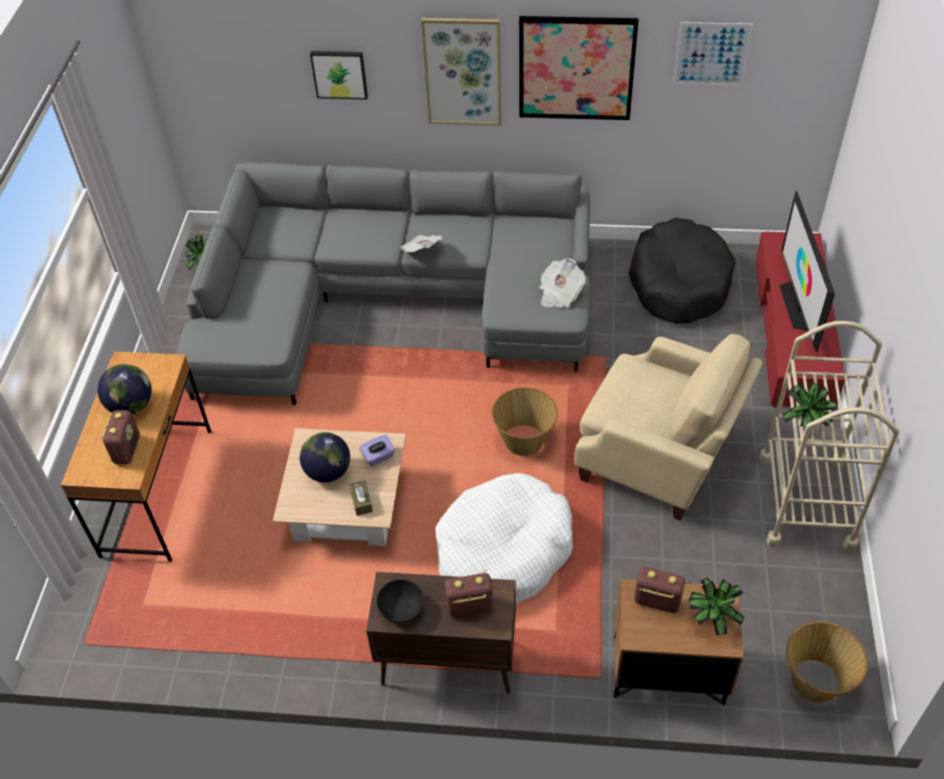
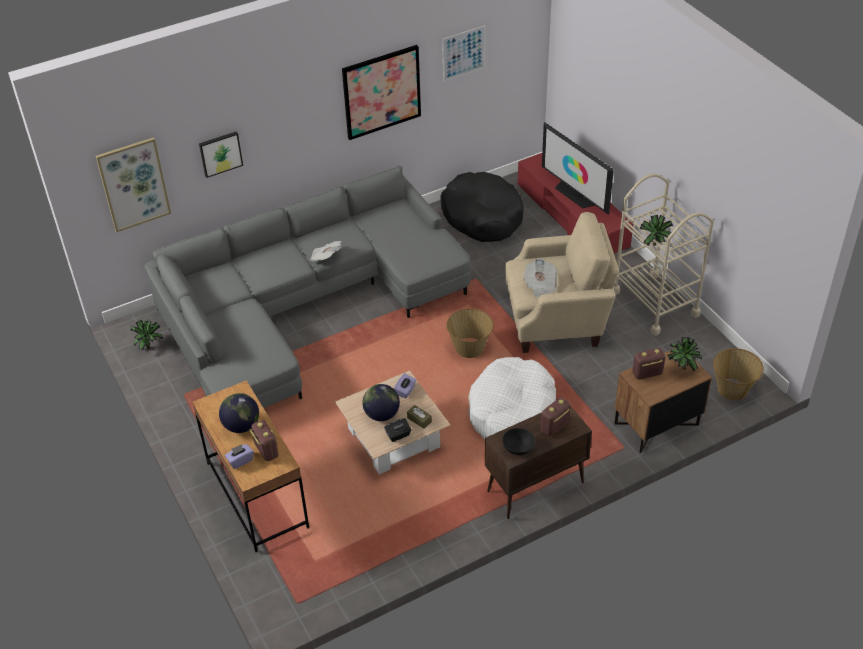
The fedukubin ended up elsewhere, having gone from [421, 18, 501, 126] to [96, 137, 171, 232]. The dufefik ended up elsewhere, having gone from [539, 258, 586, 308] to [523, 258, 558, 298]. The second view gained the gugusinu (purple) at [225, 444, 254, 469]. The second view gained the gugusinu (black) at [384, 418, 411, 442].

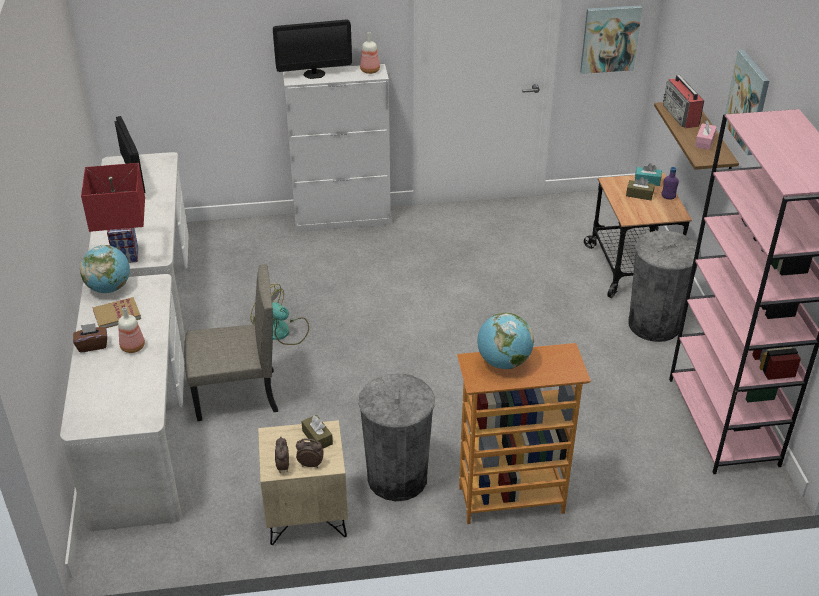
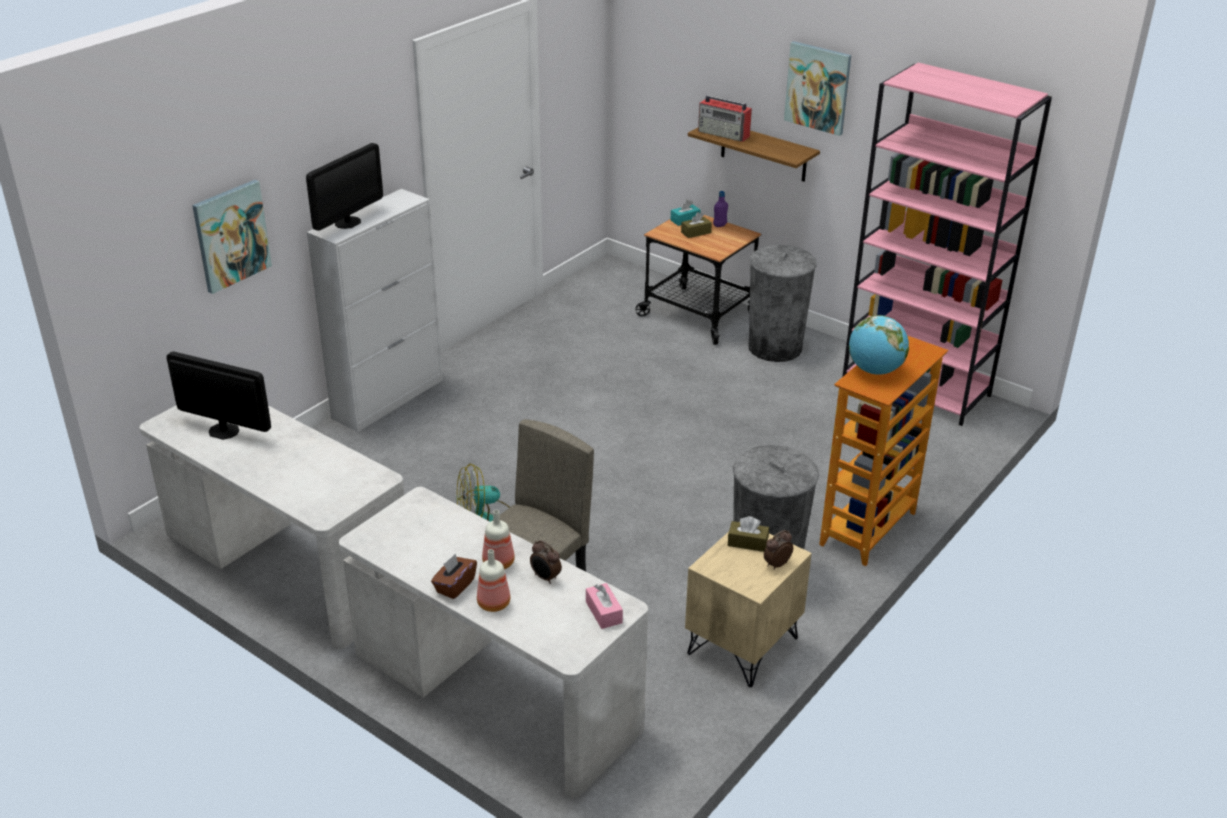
The second view lost the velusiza at [80, 245, 130, 293]. The second view lost the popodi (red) at [81, 163, 145, 263]. The second view lost the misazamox at [93, 297, 141, 328]. The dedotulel ended up elsewhere, having gone from [275, 437, 289, 473] to [530, 540, 562, 584]. The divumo ended up elsewhere, having gone from [360, 32, 380, 74] to [477, 549, 510, 612]. The fedukubin ended up elsewhere, having gone from [580, 5, 642, 74] to [192, 180, 272, 294]. The gugusinu (pink) ended up elsewhere, having gone from [695, 120, 717, 150] to [586, 583, 623, 629].

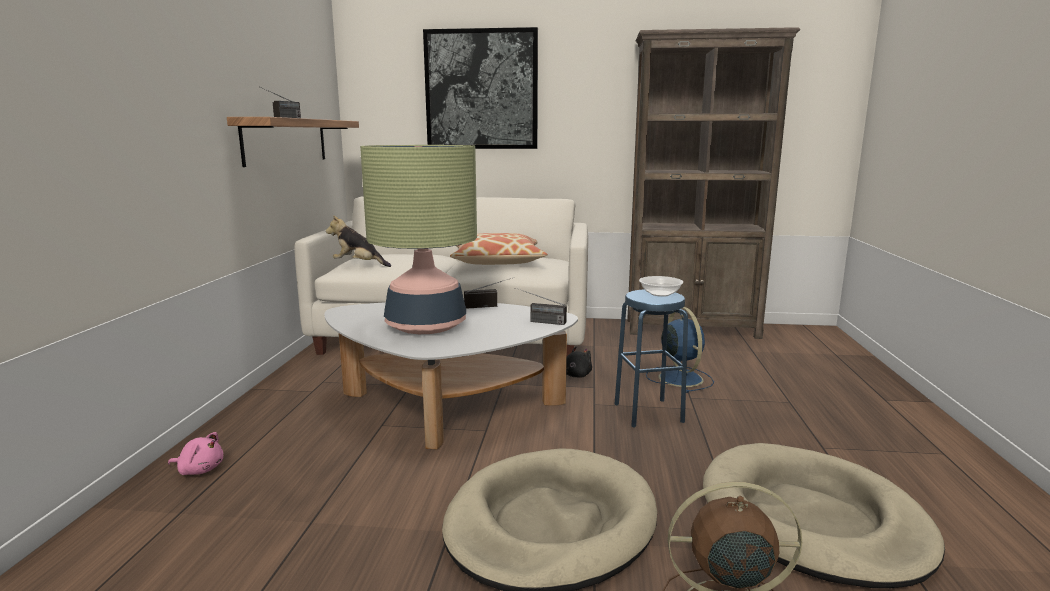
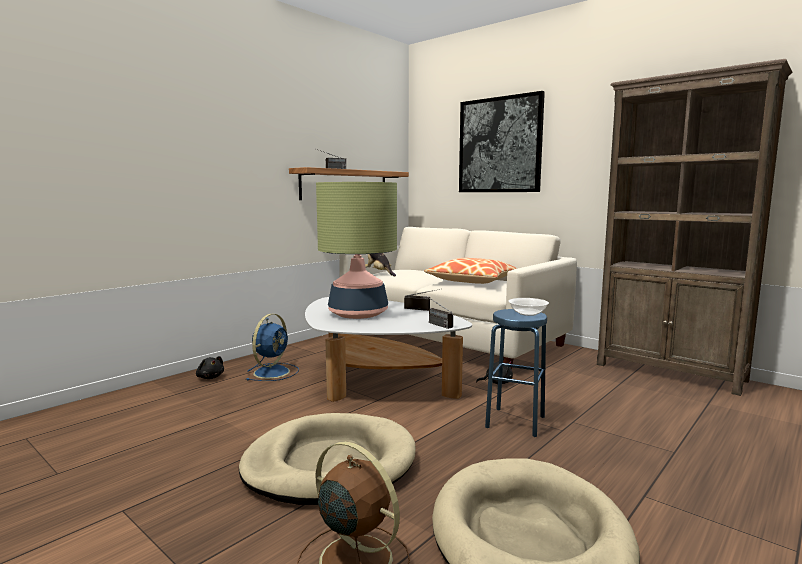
What was the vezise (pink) at [168, 432, 223, 475] turned into the vezise (black) at [196, 356, 224, 379]. The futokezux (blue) ended up elsewhere, having gone from [646, 307, 714, 393] to [246, 314, 299, 381].

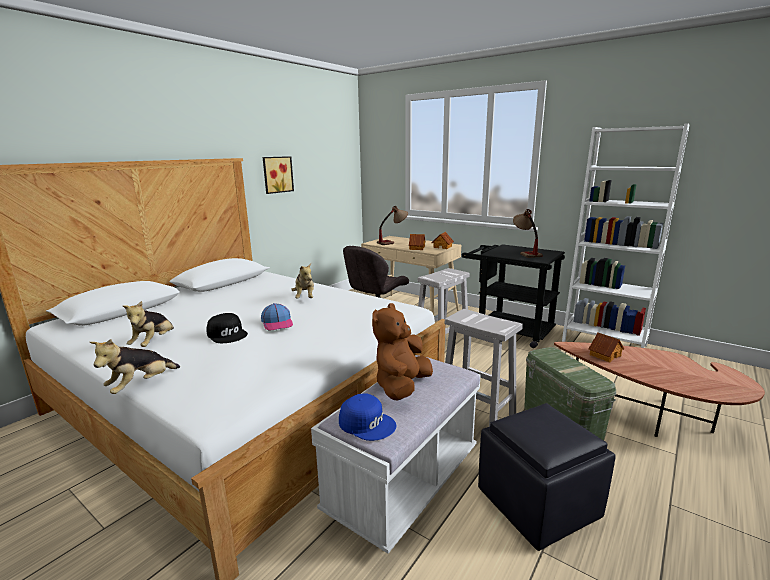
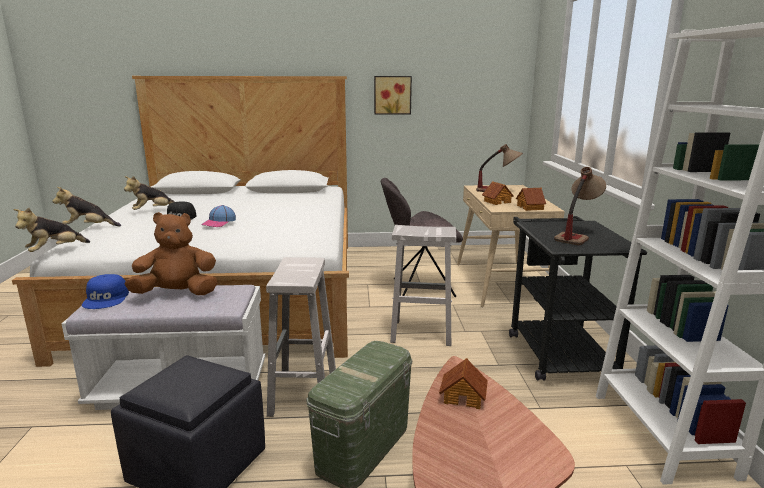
The vezise ended up elsewhere, having gone from [291, 263, 314, 298] to [13, 208, 90, 252].

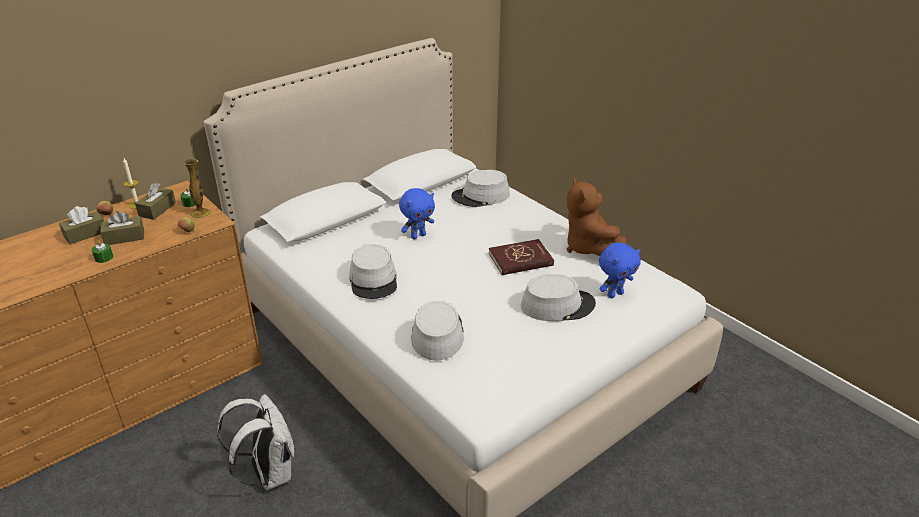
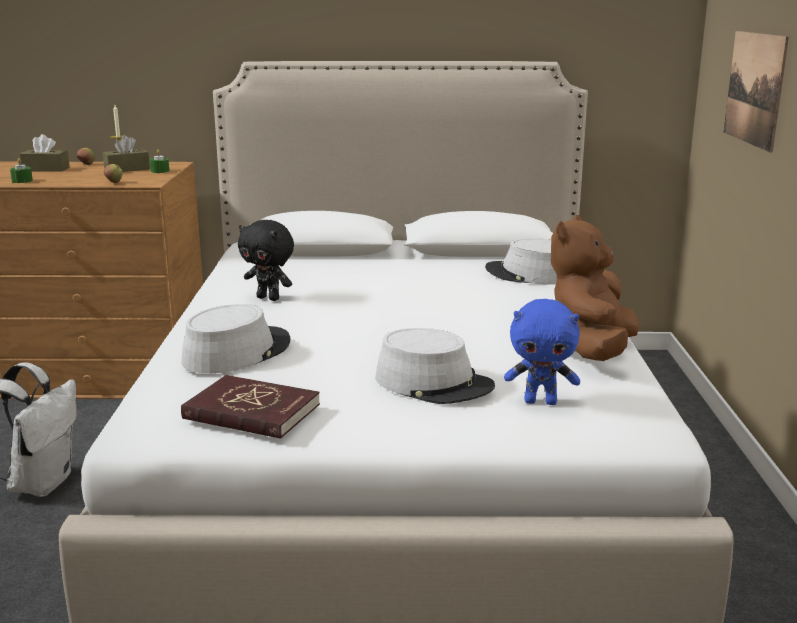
The second view lost the gugusinu (brown) at [100, 211, 144, 245]. The second view lost the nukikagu at [184, 159, 211, 218]. Where the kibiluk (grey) stood at [349, 244, 397, 299], the vezise (black) came to stand at [238, 220, 294, 301]. The second view lost the vezise (blue) at [399, 188, 435, 239]. The misazamox (red) ended up elsewhere, having gone from [489, 239, 554, 275] to [181, 375, 320, 439]. The second view gained the fedukubin at [724, 31, 789, 153].

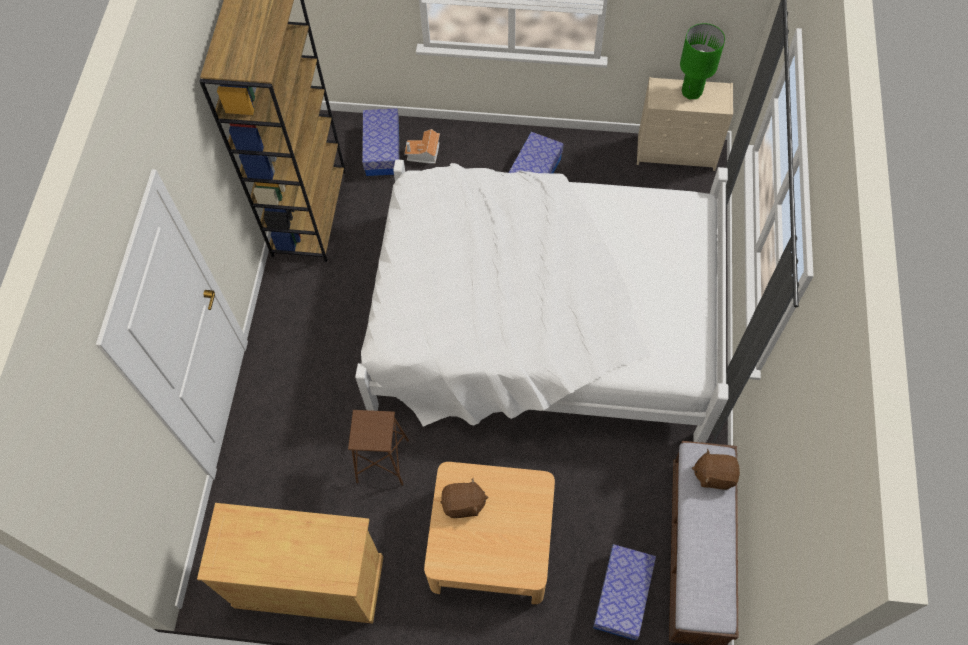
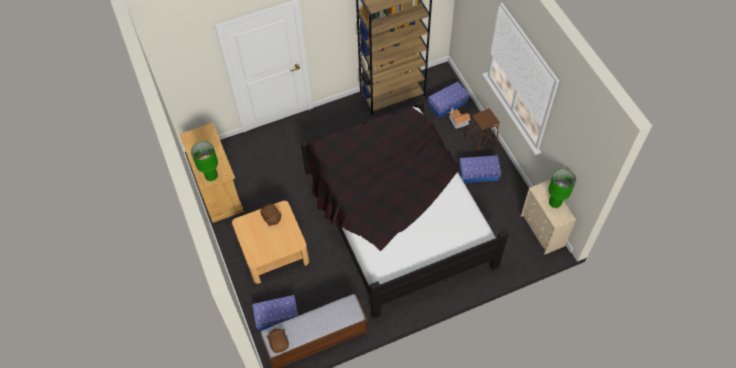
The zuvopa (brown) ended up elsewhere, having gone from [348, 410, 409, 485] to [465, 108, 500, 157]. What was the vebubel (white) at [355, 159, 728, 443] turned into the vebubel (black) at [301, 101, 509, 319]. The vezise (brown) ended up elsewhere, having gone from [692, 449, 740, 490] to [266, 328, 289, 353]. The second view gained the popodi (green) at [191, 141, 218, 182].

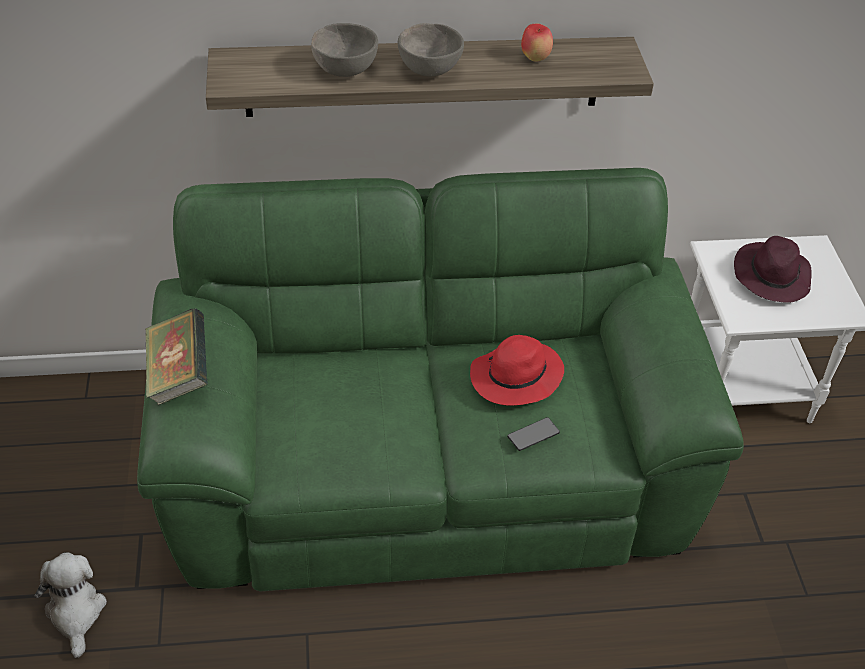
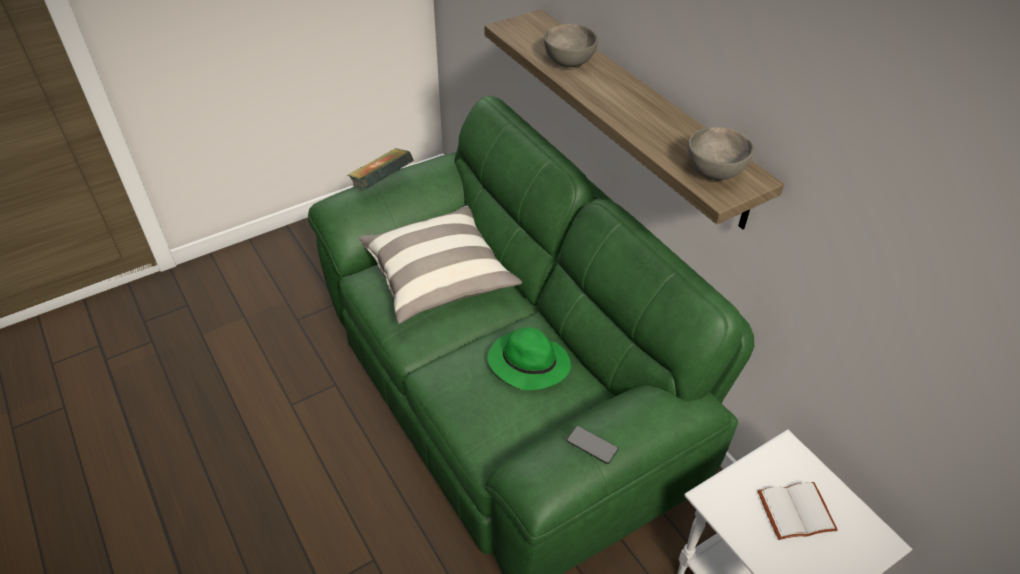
The second view lost the vezise at [35, 552, 107, 658]. The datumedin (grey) ended up elsewhere, having gone from [398, 23, 464, 76] to [688, 127, 754, 180]. What was the kibiluk (red) at [470, 335, 564, 406] turned into the kibiluk (green) at [488, 327, 571, 390]. The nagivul ended up elsewhere, having gone from [507, 417, 560, 451] to [567, 426, 618, 464]. The second view lost the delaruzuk at [521, 24, 553, 62]. Where the kibiluk (purple) stood at [734, 236, 812, 303], the misazamox (white) came to stand at [758, 482, 838, 540]. The second view gained the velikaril at [359, 206, 522, 324].

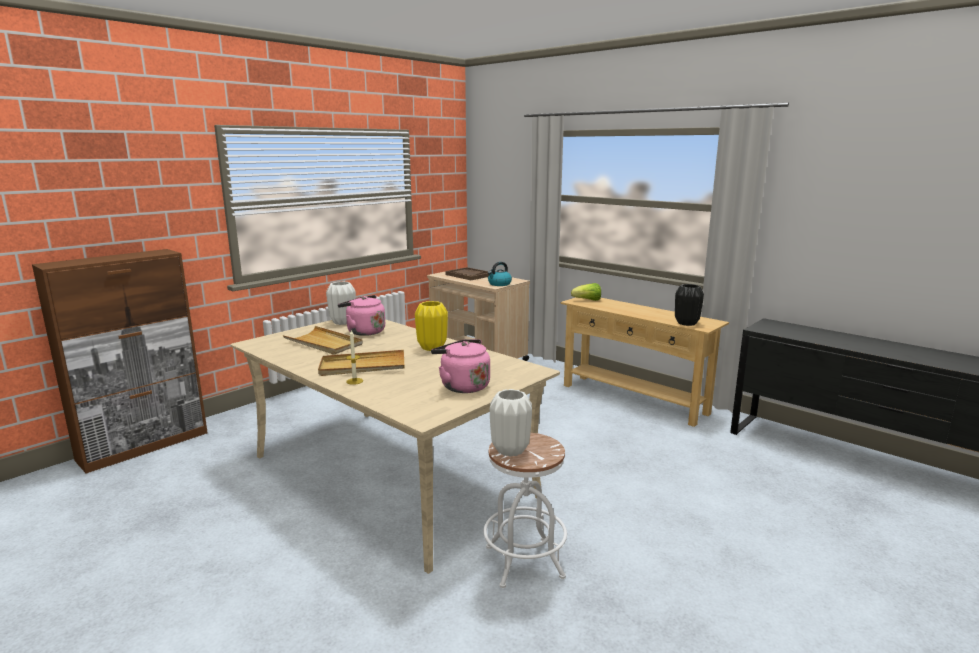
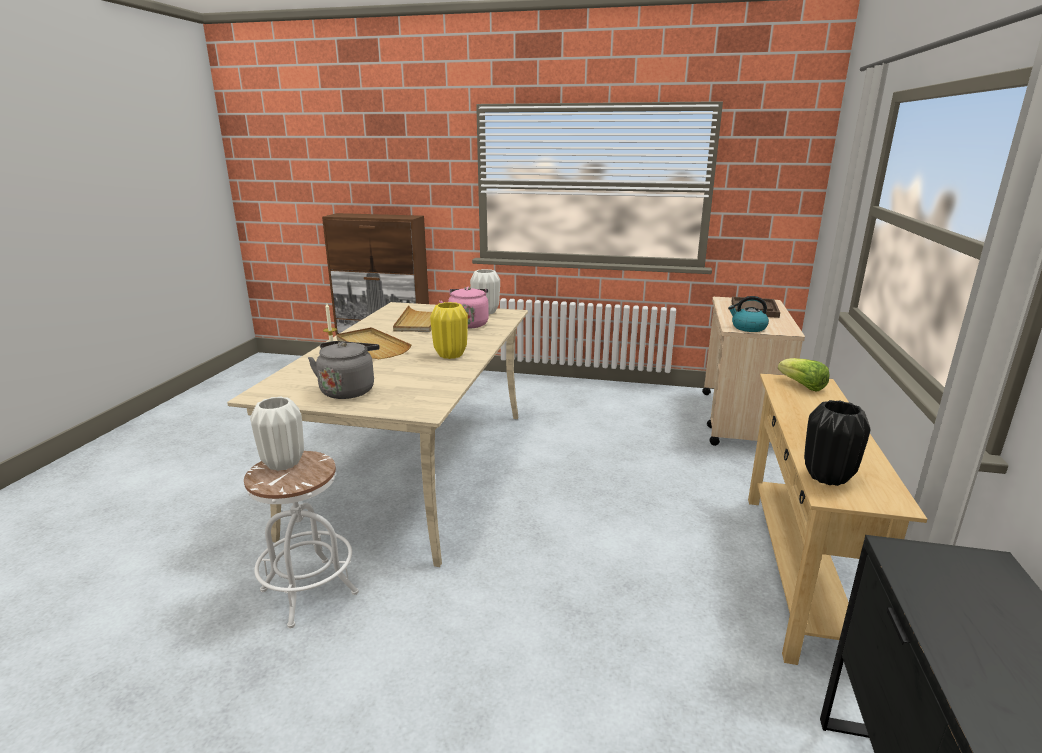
What was the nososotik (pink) at [431, 339, 490, 393] turned into the nososotik (grey) at [308, 341, 380, 399].

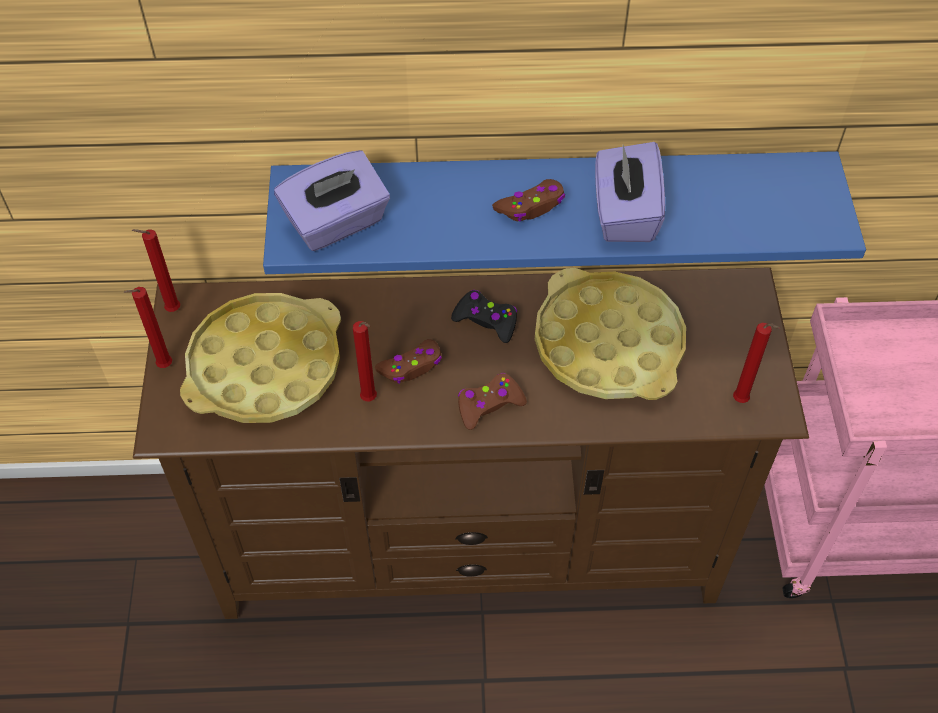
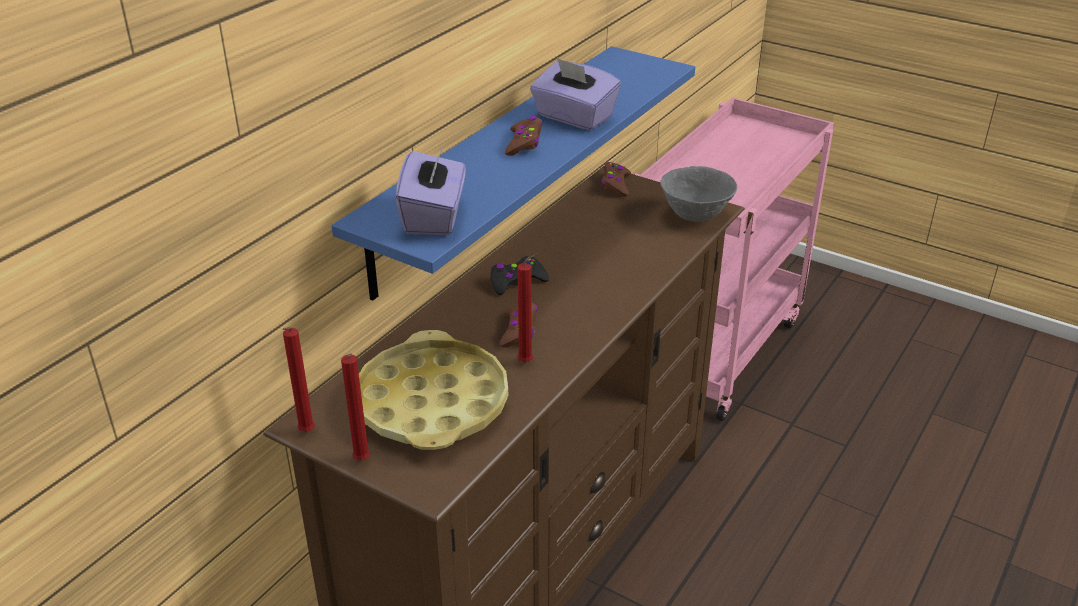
The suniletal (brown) ended up elsewhere, having gone from [458, 373, 527, 430] to [601, 162, 631, 197]. The second view lost the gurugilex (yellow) at [535, 268, 686, 400]. Where the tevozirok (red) stood at [733, 323, 780, 403], the datumedin (grey) came to stand at [660, 166, 737, 222].

